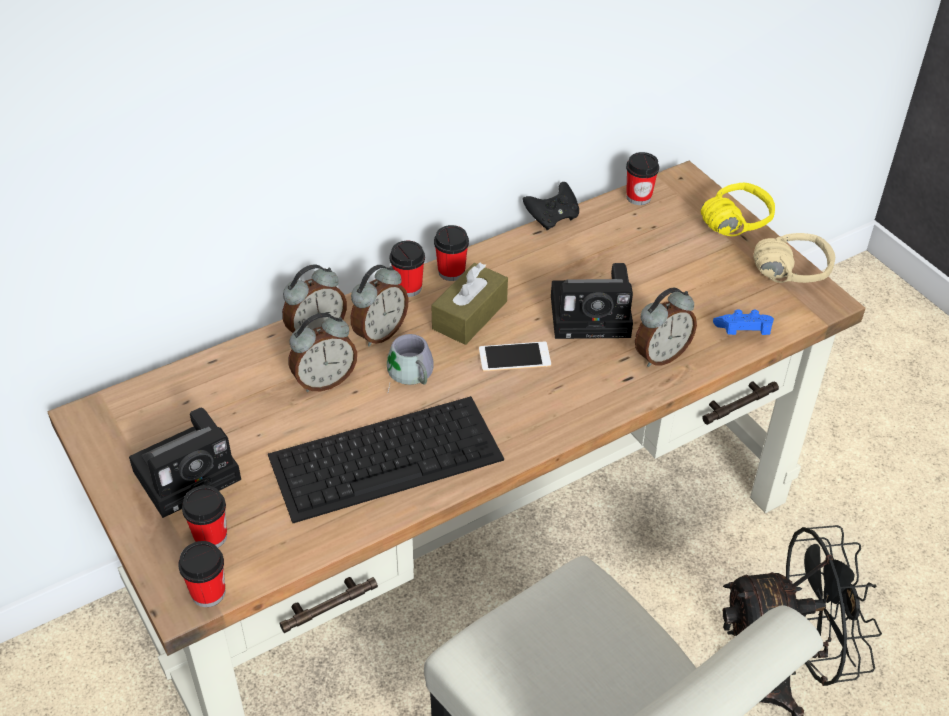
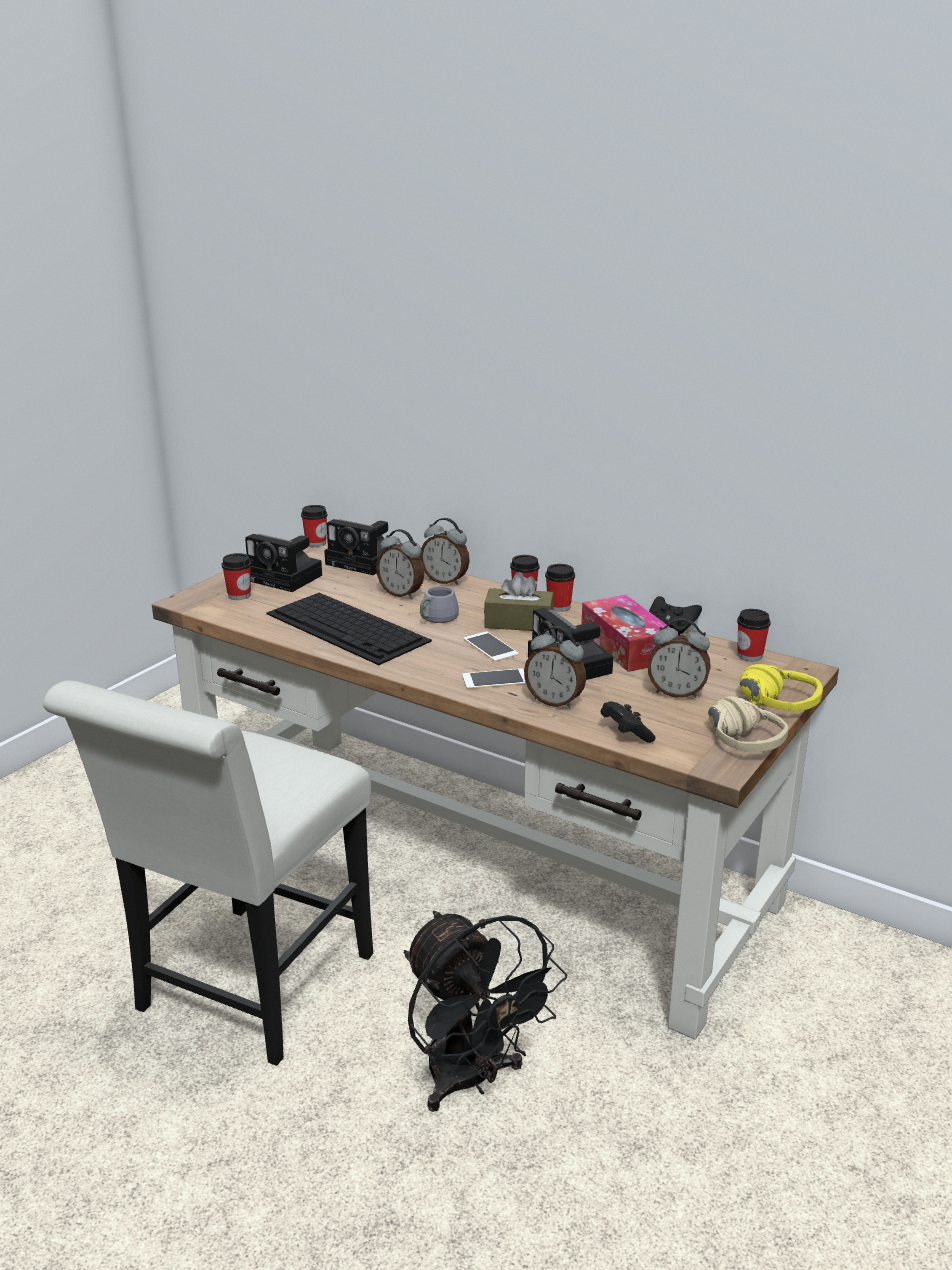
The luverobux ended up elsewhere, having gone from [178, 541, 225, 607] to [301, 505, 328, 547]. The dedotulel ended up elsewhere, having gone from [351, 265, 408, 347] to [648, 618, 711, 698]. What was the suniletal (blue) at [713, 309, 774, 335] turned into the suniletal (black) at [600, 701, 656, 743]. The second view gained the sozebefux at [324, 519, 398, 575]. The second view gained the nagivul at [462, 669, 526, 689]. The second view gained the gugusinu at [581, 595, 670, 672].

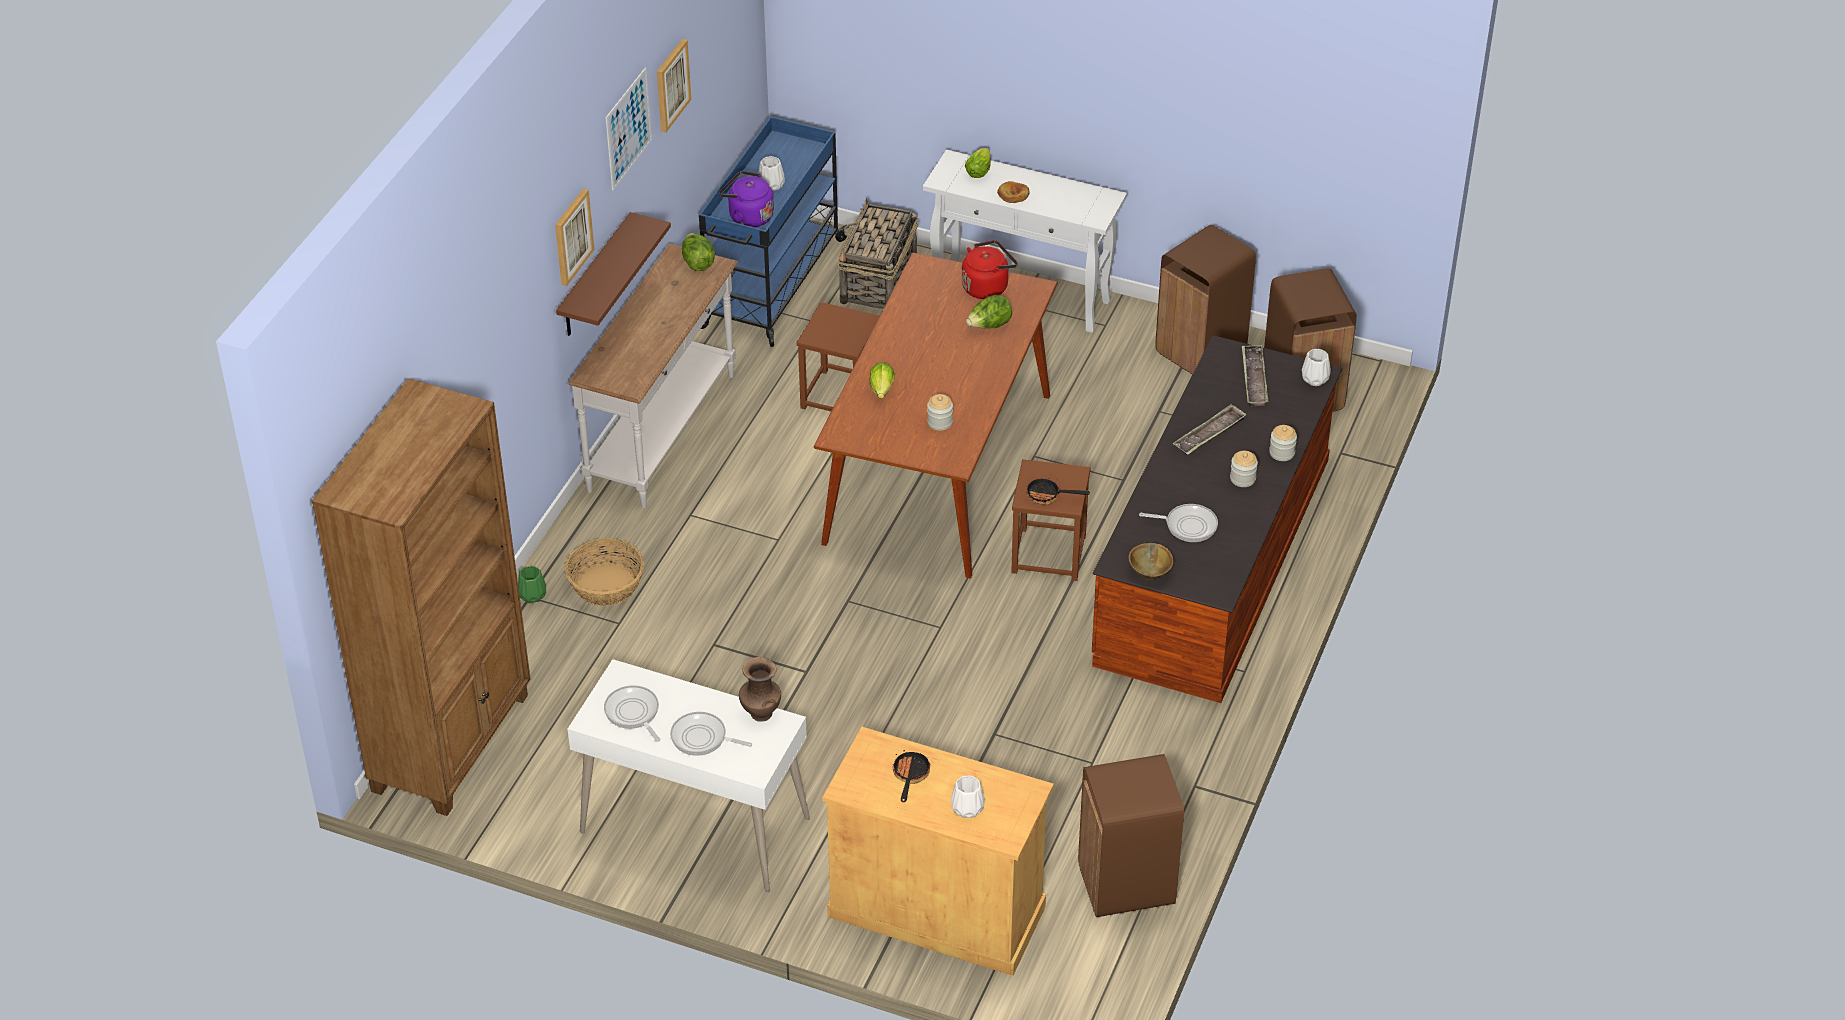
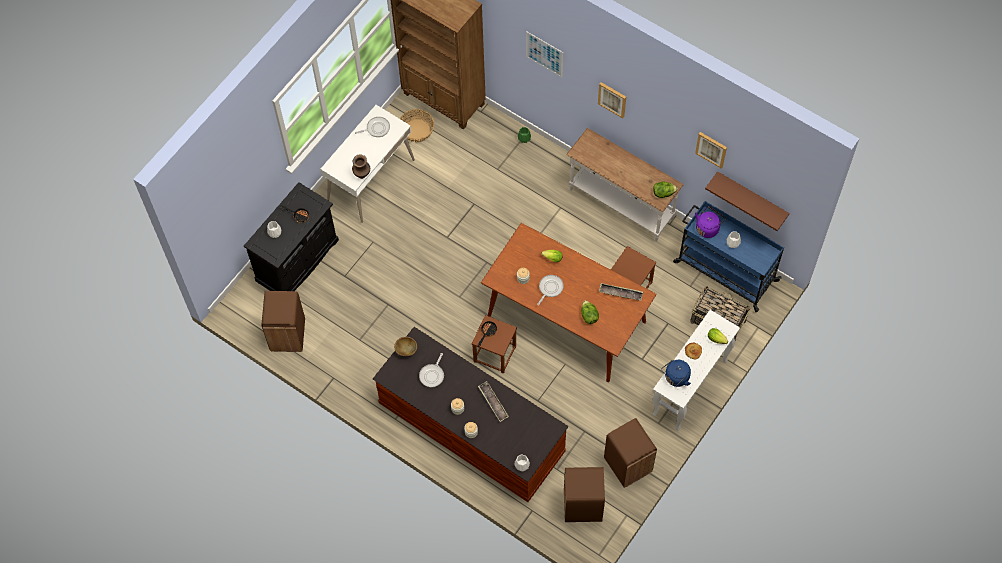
The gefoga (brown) ended up elsewhere, having gone from [556, 212, 671, 336] to [705, 171, 789, 231]. The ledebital ended up elsewhere, having gone from [565, 538, 644, 606] to [400, 109, 434, 142]. The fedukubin ended up elsewhere, having gone from [606, 68, 652, 190] to [526, 31, 563, 77]. The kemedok ended up elsewhere, having gone from [670, 712, 752, 756] to [537, 275, 564, 305]. What was the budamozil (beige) at [822, 726, 1054, 976] turned into the budamozil (black) at [244, 182, 339, 291]. The second view lost the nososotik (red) at [962, 240, 1018, 299]. The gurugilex ended up elsewhere, having gone from [1242, 345, 1269, 406] to [599, 283, 643, 301]. The second view gained the nososotik (blue) at [661, 360, 691, 387].

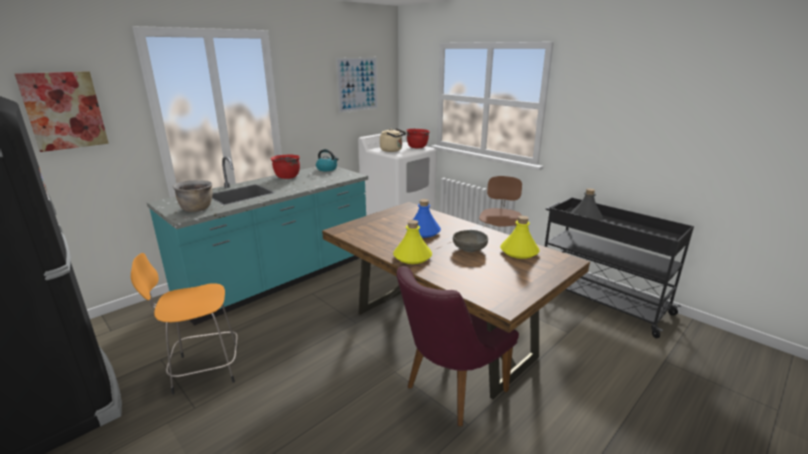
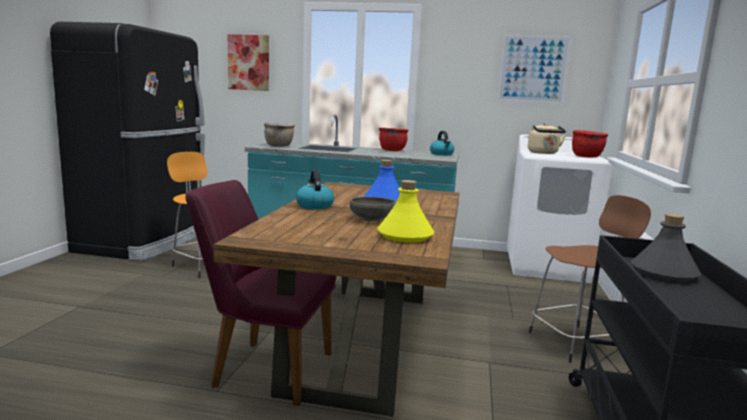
Where the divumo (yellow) stood at [393, 220, 432, 264], the nososotik came to stand at [296, 170, 334, 209].

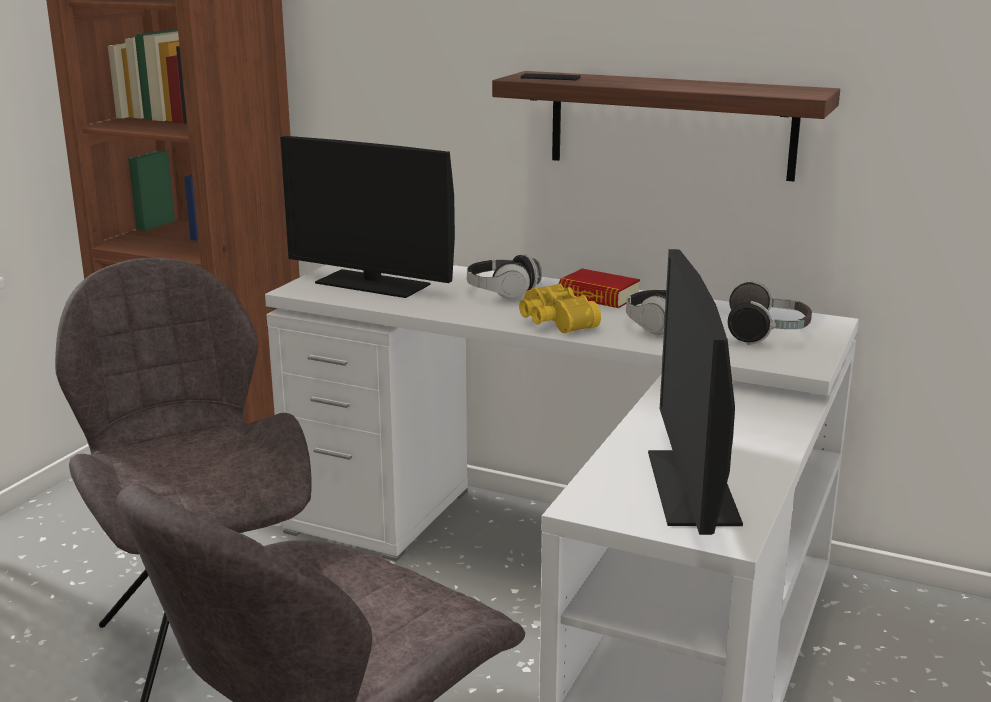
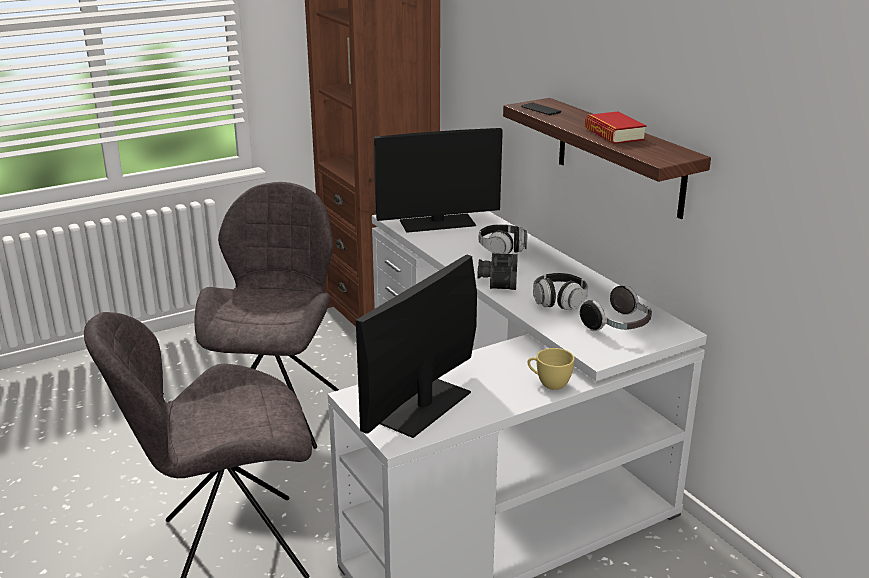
The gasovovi at [280, 136, 455, 298] ended up facing another way, 75 degrees counterclockwise from before. What was the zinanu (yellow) at [519, 284, 601, 333] turned into the zinanu (black) at [478, 253, 518, 290]. The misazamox ended up elsewhere, having gone from [558, 268, 640, 308] to [585, 112, 646, 144]. The second view gained the luverobux (yellow) at [528, 348, 575, 390].

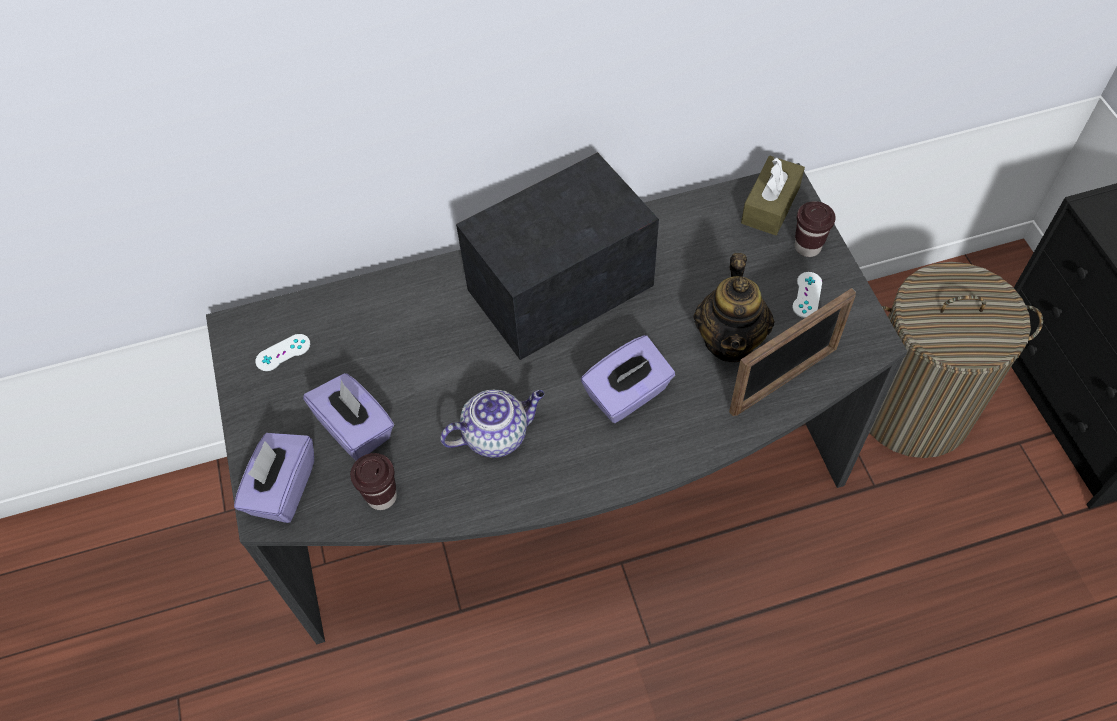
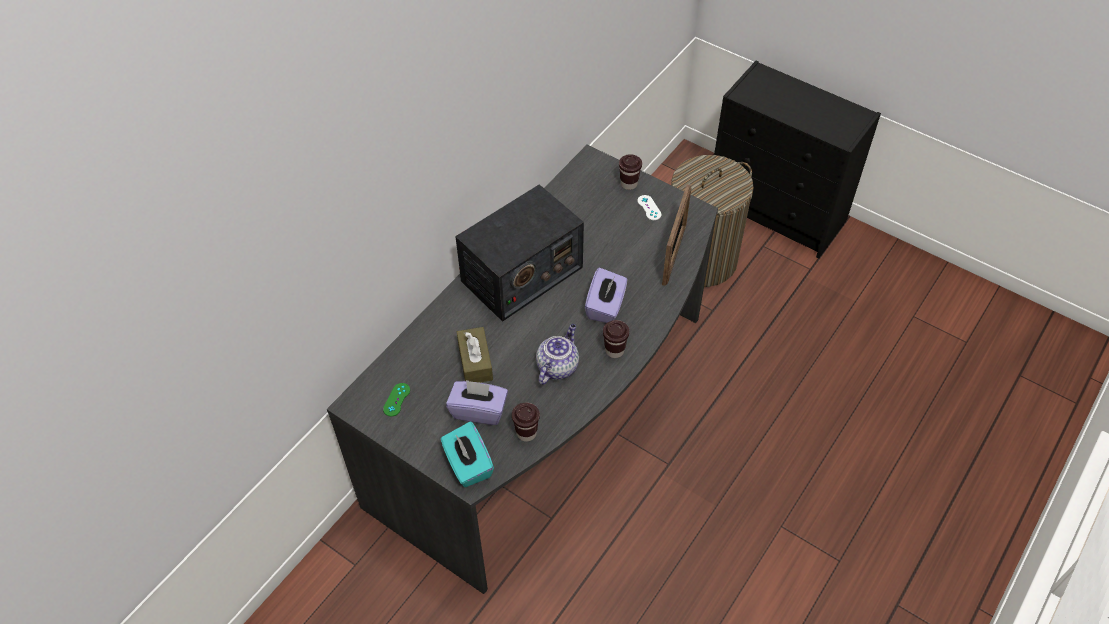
What was the gugusinu (purple) at [234, 433, 314, 523] turned into the gugusinu (turquoise) at [441, 422, 494, 487]. What was the suniletal (white) at [255, 334, 310, 371] turned into the suniletal (green) at [383, 383, 410, 416]. The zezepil at [456, 152, 659, 360] ended up facing another way, 150 degrees counterclockwise from before. The second view lost the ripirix at [694, 253, 774, 362]. The gugusinu (brown) ended up elsewhere, having gone from [741, 156, 805, 235] to [457, 327, 493, 383]. The second view gained the luverobux (brown) at [603, 320, 629, 358].

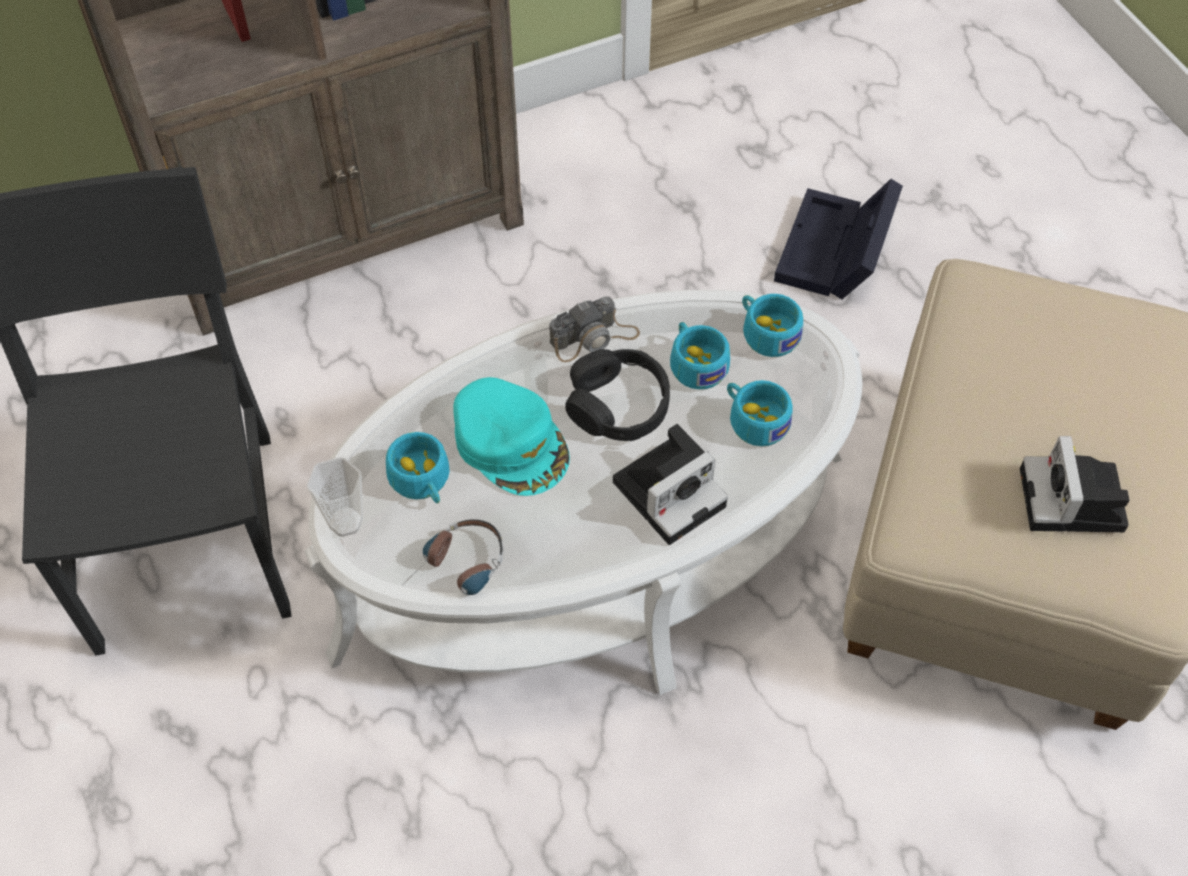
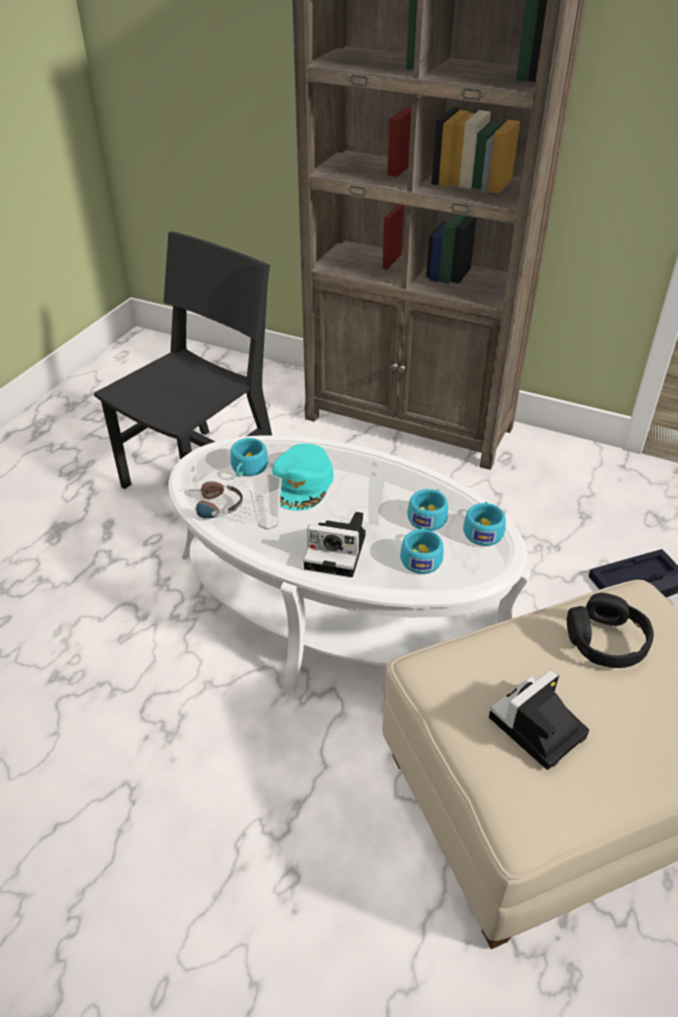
The luverobux ended up elsewhere, having gone from [307, 457, 363, 537] to [249, 473, 282, 530]. The second view lost the sozebefux at [549, 297, 640, 362]. The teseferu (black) ended up elsewhere, having gone from [565, 349, 670, 441] to [567, 593, 654, 668].

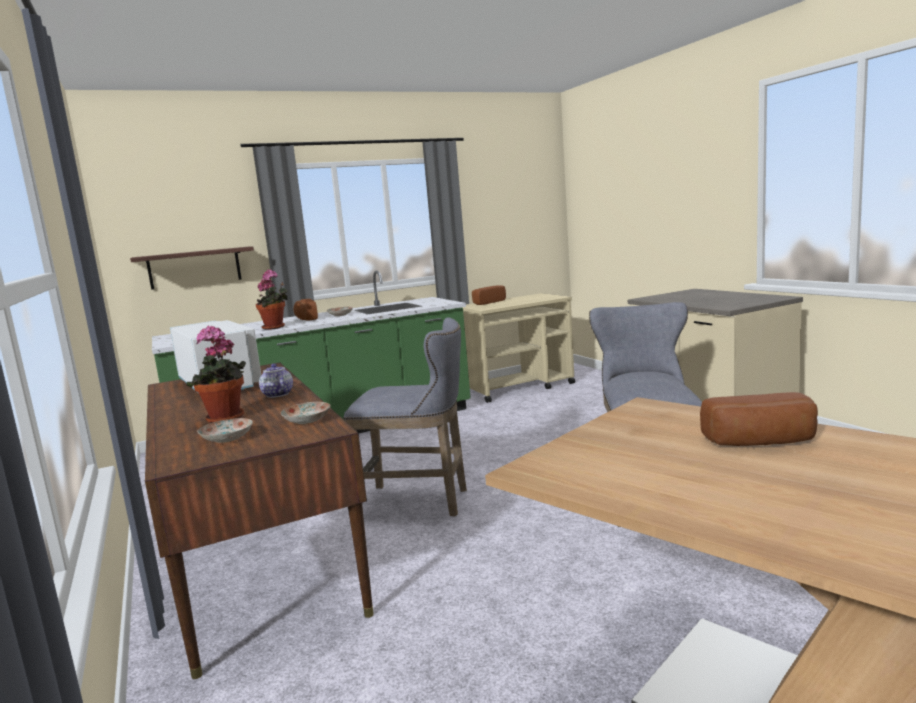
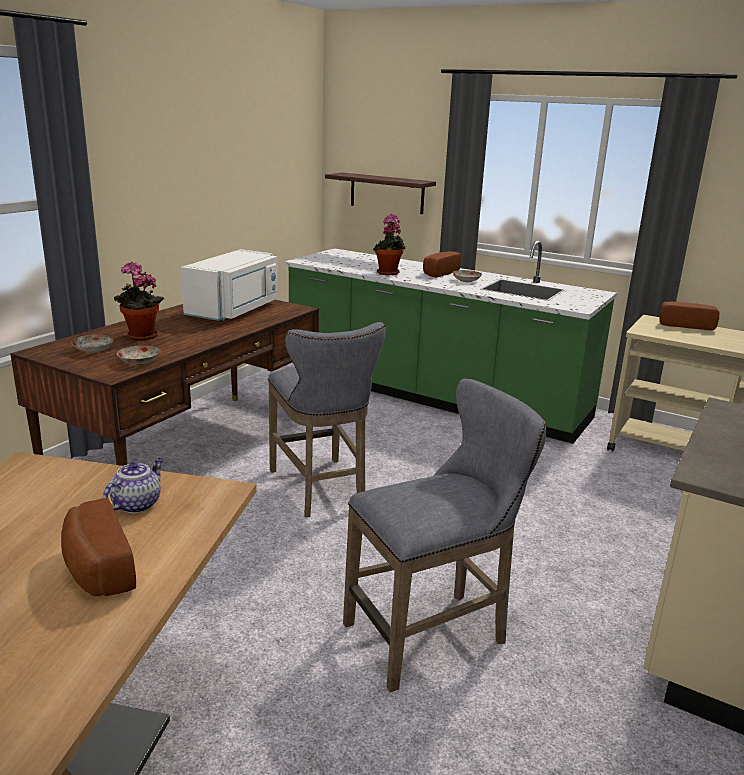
The ripirix ended up elsewhere, having gone from [259, 364, 293, 398] to [103, 458, 163, 513].

